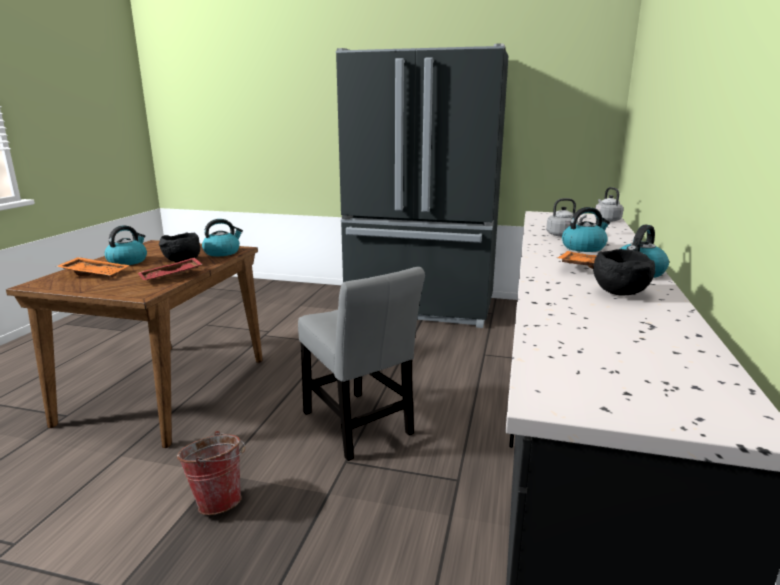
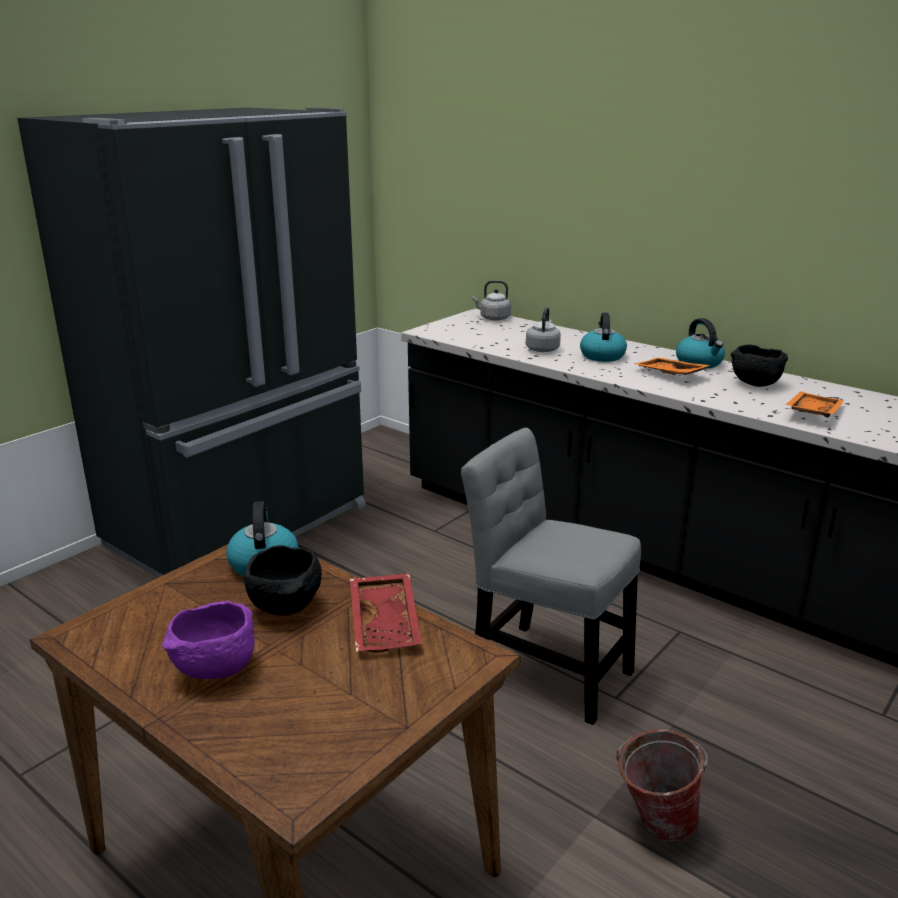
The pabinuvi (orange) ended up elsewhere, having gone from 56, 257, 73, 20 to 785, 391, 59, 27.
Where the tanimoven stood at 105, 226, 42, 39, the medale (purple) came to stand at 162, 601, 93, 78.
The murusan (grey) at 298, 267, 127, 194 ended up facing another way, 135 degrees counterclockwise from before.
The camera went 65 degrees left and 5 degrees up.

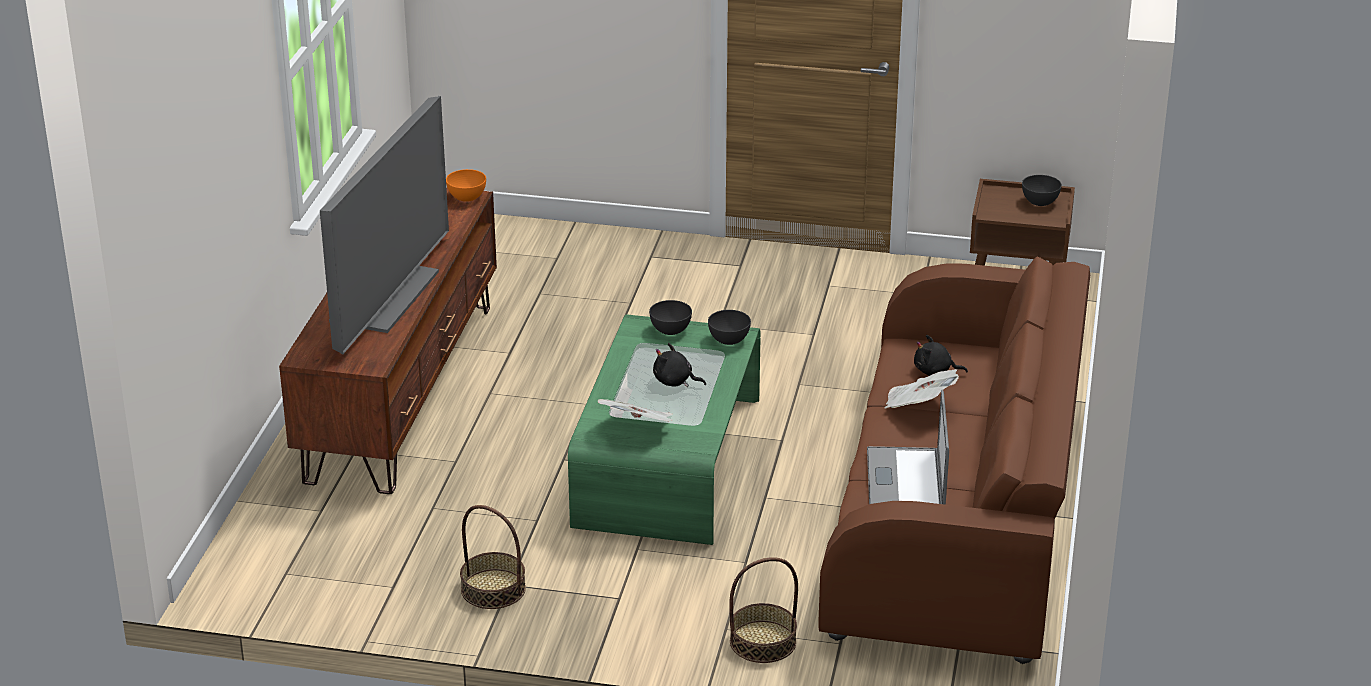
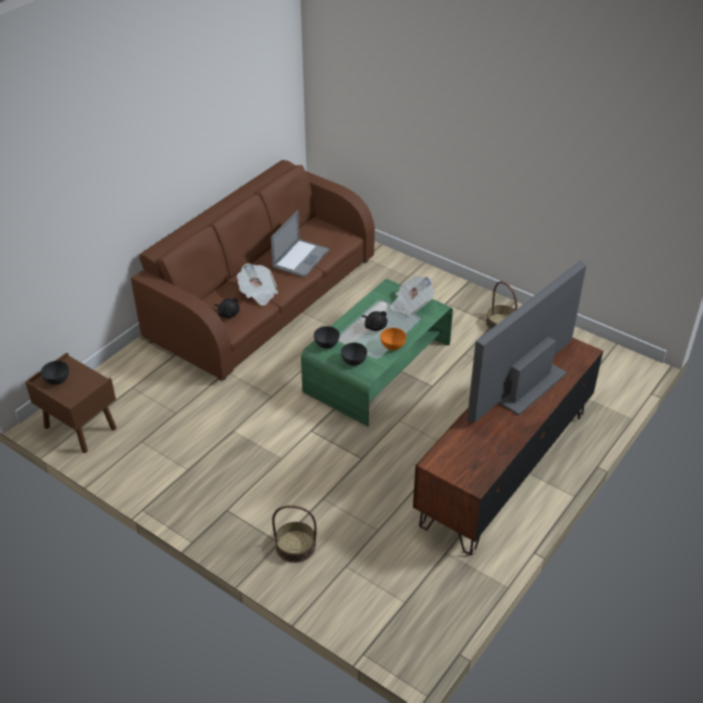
The medale (orange) ended up elsewhere, having gone from 446, 169, 40, 33 to 380, 328, 26, 22.
The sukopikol ended up elsewhere, having gone from 729, 557, 69, 106 to 272, 505, 45, 58.
The camera went 155 degrees left and 10 degrees up.

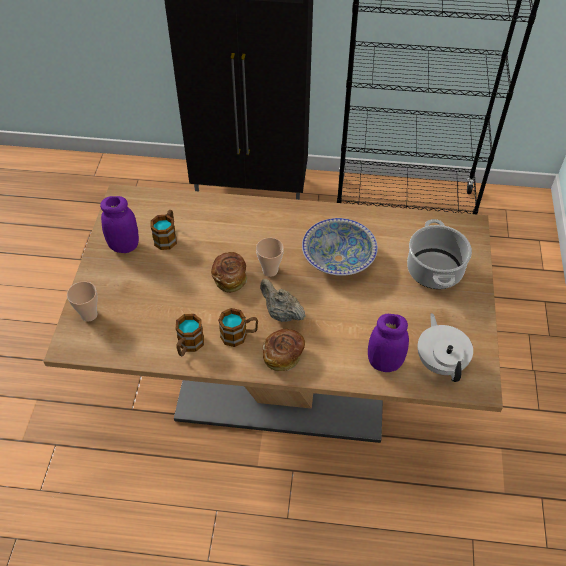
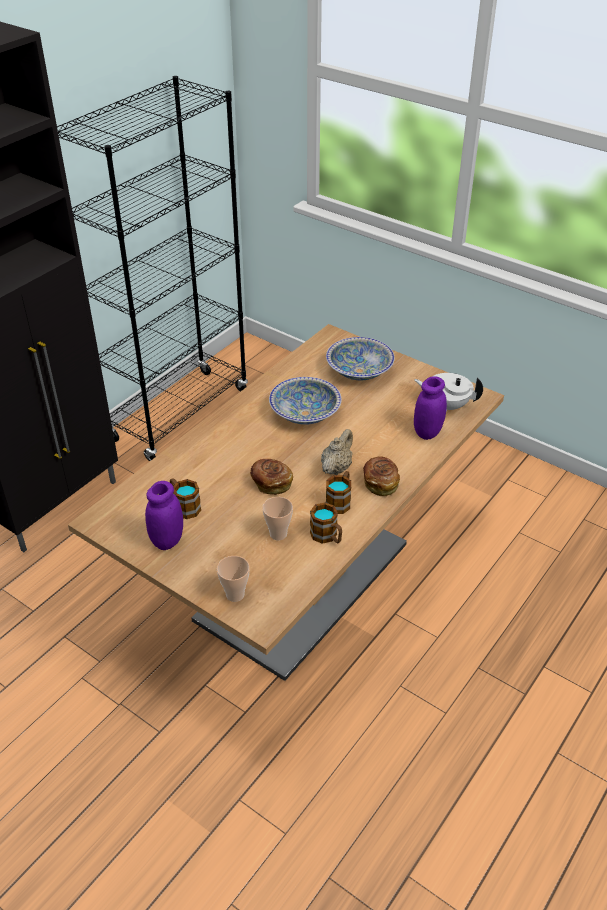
The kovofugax ended up elsewhere, having gone from 256, 238, 28, 39 to 262, 497, 31, 43.
The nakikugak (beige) at 260, 279, 46, 43 ended up facing another way, 135 degrees clockwise from before.
Where the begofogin stood at 407, 219, 65, 70, the medale came to stand at 326, 337, 69, 43.
The camera went 60 degrees left and 10 degrees down.

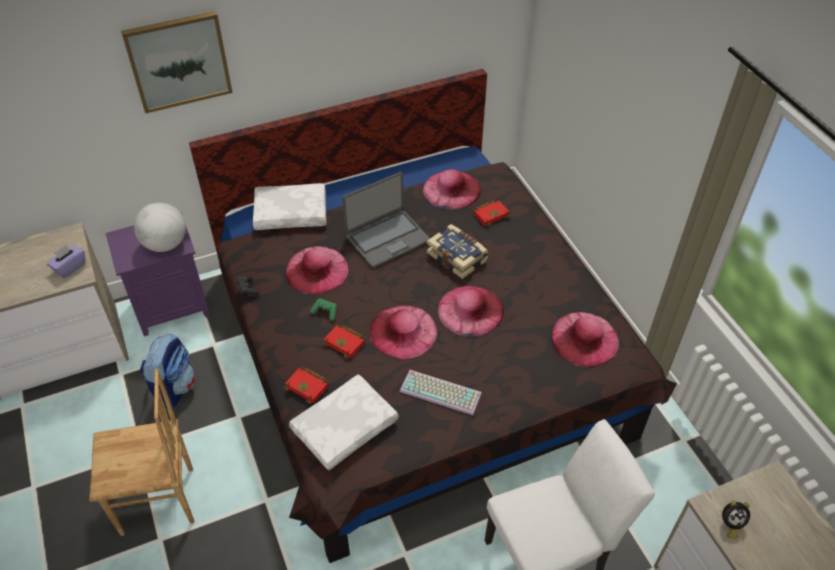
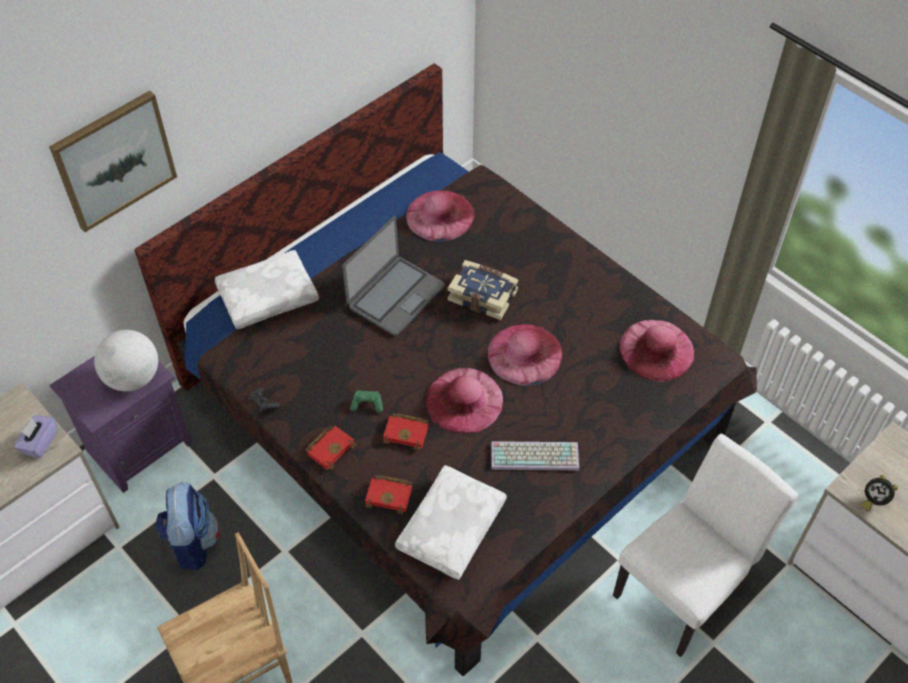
The second view lost the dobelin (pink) at 286, 246, 63, 48.
The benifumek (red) ended up elsewhere, having gone from 473, 200, 37, 26 to 305, 425, 51, 45.
The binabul at 722, 501, 28, 37 ended up facing another way, 60 degrees clockwise from before.
The camera went 20 degrees left and 5 degrees up.

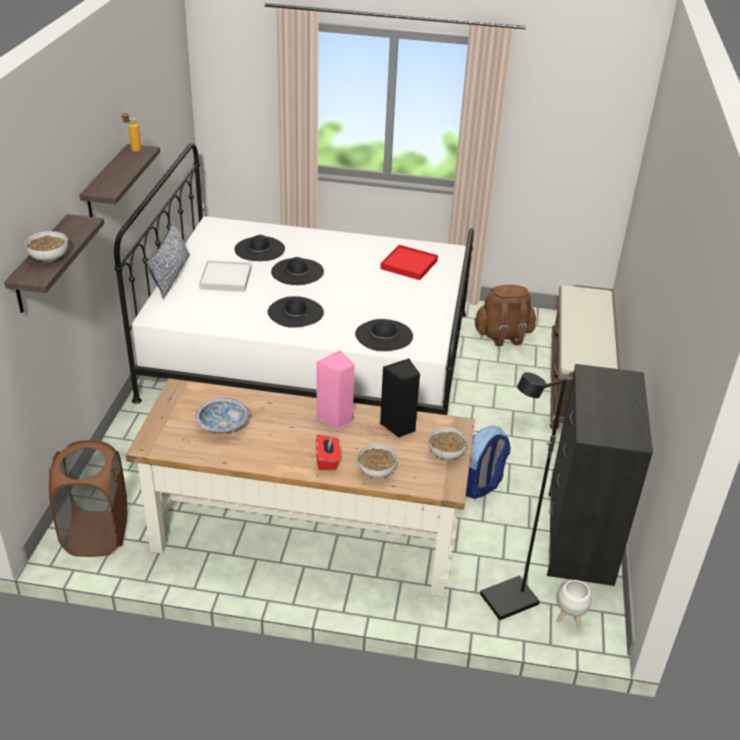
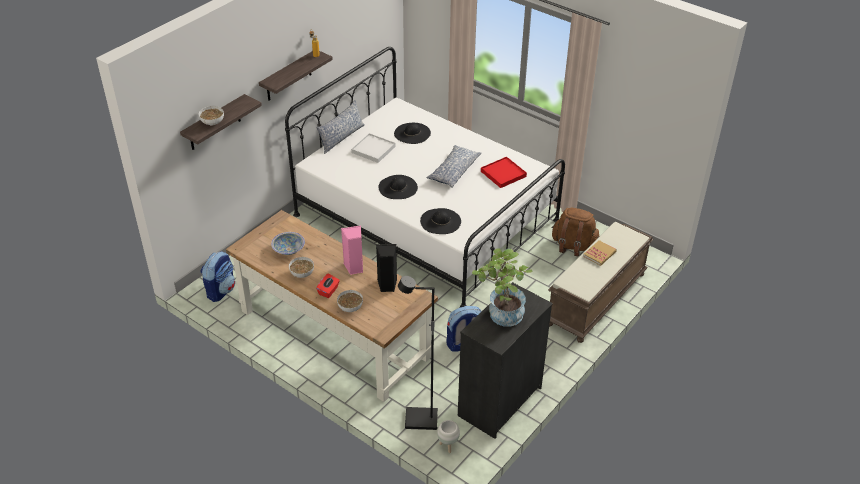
Where the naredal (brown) stood at 49, 440, 78, 117, the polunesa came to stand at 200, 251, 35, 51.
The second view lost the dobelin (black) at 271, 257, 53, 28.
The medale ended up elsewhere, having gone from 428, 427, 40, 33 to 289, 257, 25, 21.
The second view gained the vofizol at 426, 145, 55, 43.
The second view gained the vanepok at 472, 248, 61, 79.
The second view gained the benifumek at 583, 240, 34, 26.
The camera went 30 degrees right and 5 degrees up.

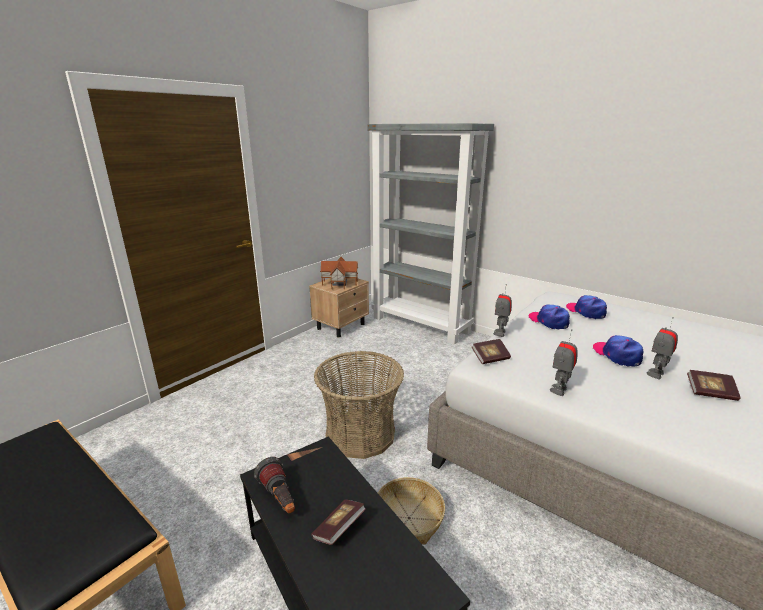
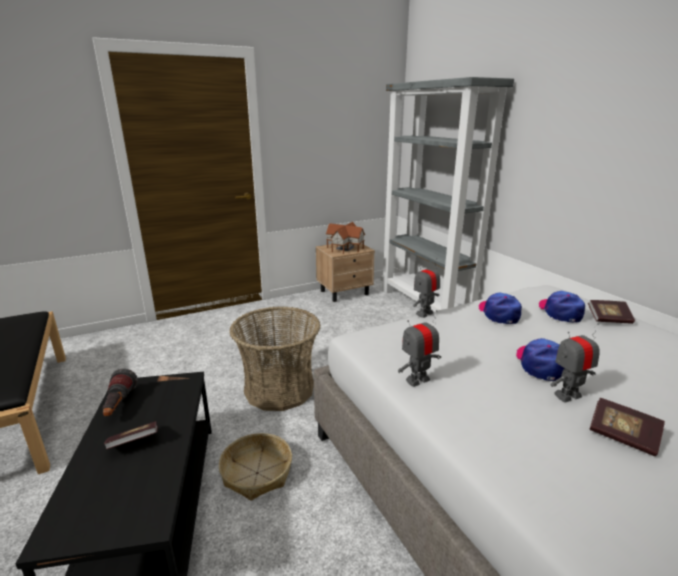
The benifumek ended up elsewhere, having gone from 472, 339, 39, 25 to 588, 300, 47, 24.
The camera went 25 degrees right and 0 degrees up.

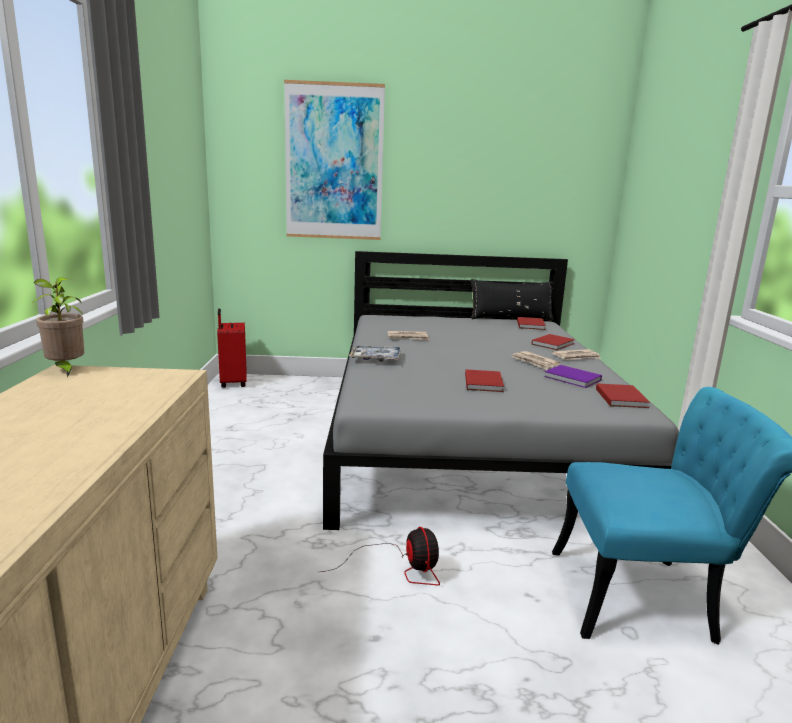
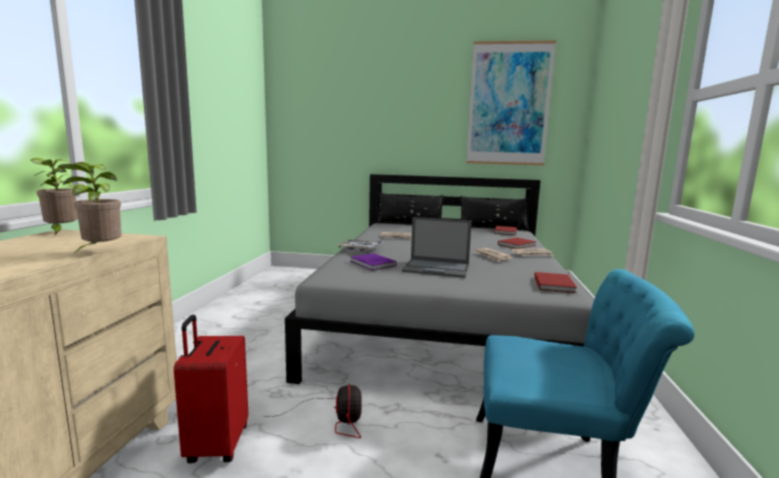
The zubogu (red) ended up elsewhere, having gone from 217, 309, 30, 79 to 174, 315, 74, 148.
The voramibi ended up elsewhere, having gone from 284, 80, 101, 160 to 466, 40, 90, 125.
Where the benifumek (red) stood at 465, 369, 39, 23, the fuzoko came to stand at 402, 217, 70, 61.
The benifumek (purple) ended up elsewhere, having gone from 544, 365, 58, 23 to 350, 253, 46, 17.
The second view gained the vanepok at 57, 162, 64, 89.
The second view gained the vofizol (black) at 377, 193, 67, 30.
The camera went 10 degrees right and 5 degrees down.

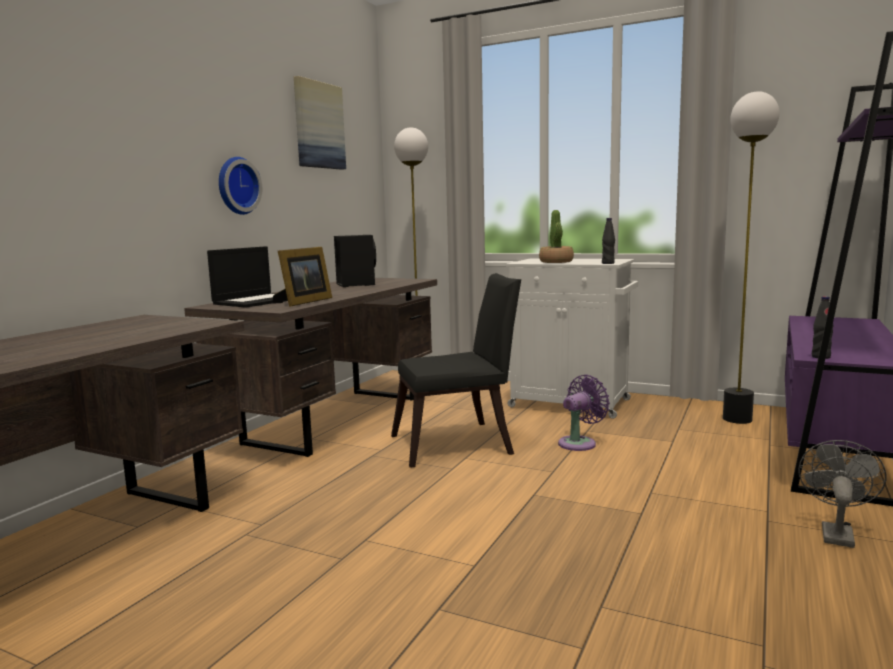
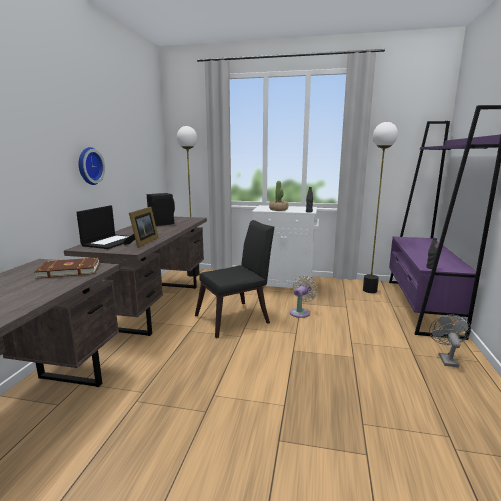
The second view lost the voramibi at 294, 76, 52, 94.
What was the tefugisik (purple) at 558, 374, 52, 77 turned into the tefugisik (beige) at 290, 275, 28, 43.
The second view gained the benifumek (brown) at 34, 258, 66, 21.
The camera went 15 degrees left and 5 degrees up.

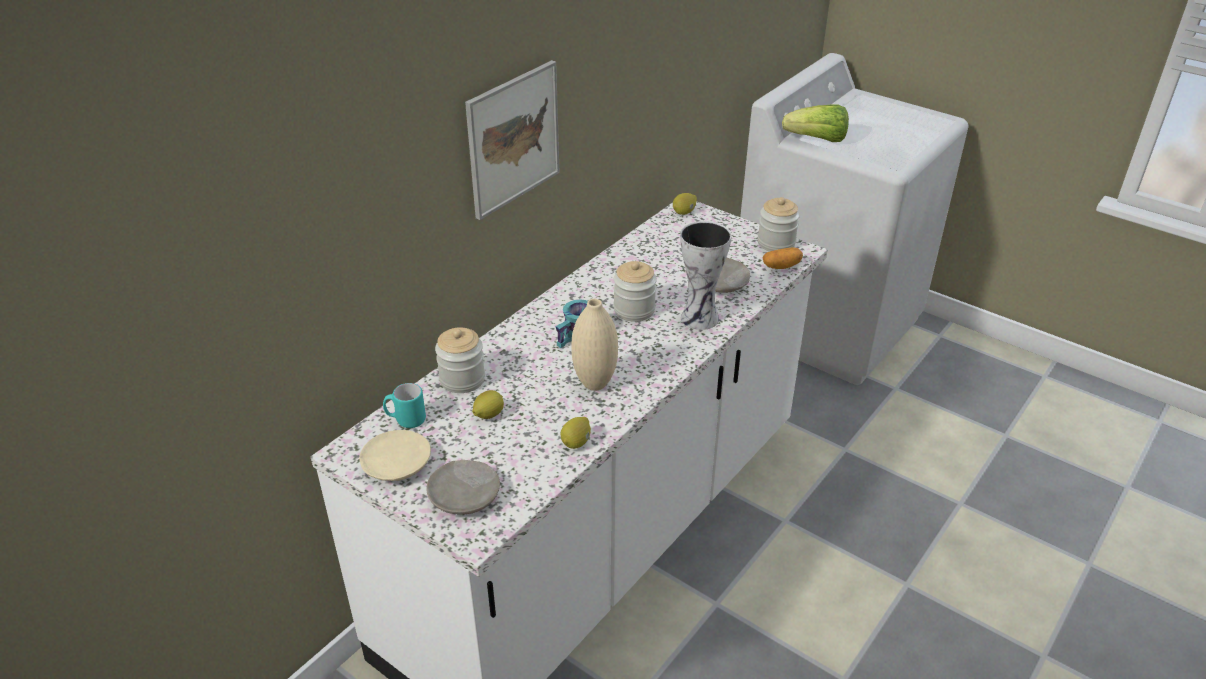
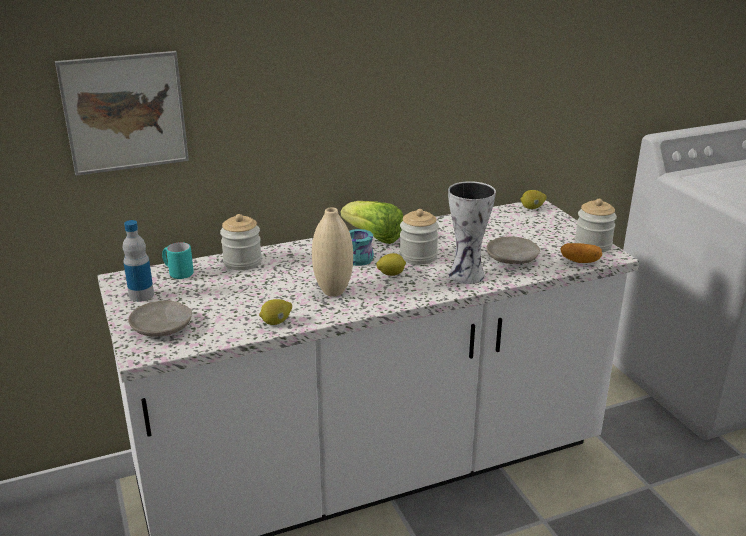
Where the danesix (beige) stood at 359, 430, 72, 51, the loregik came to stand at 123, 220, 31, 82.
The voramibi ended up elsewhere, having gone from 465, 60, 95, 160 to 55, 51, 134, 125.
The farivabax ended up elsewhere, having gone from 472, 390, 32, 29 to 376, 253, 30, 23.
The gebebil ended up elsewhere, having gone from 782, 104, 67, 38 to 341, 201, 62, 43.
The camera went 30 degrees right and 10 degrees down.

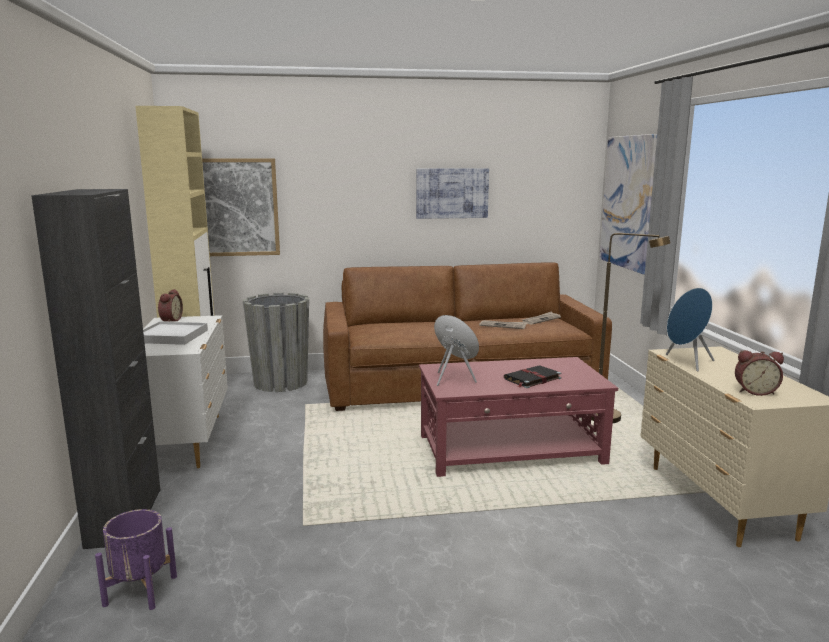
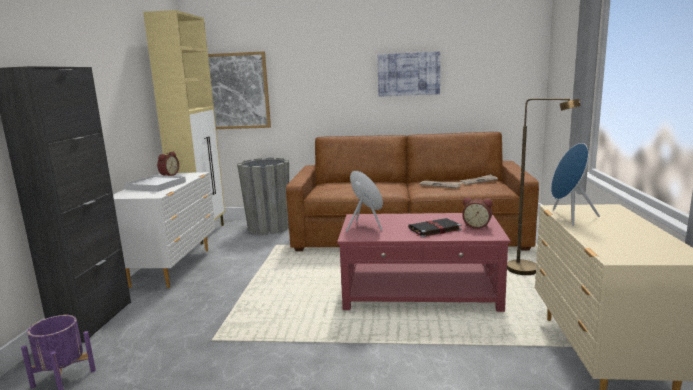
The second view lost the voramibi at 599, 134, 58, 140.
The binabul ended up elsewhere, having gone from 735, 350, 49, 46 to 462, 197, 31, 32.
The camera went 15 degrees right and 0 degrees up.

